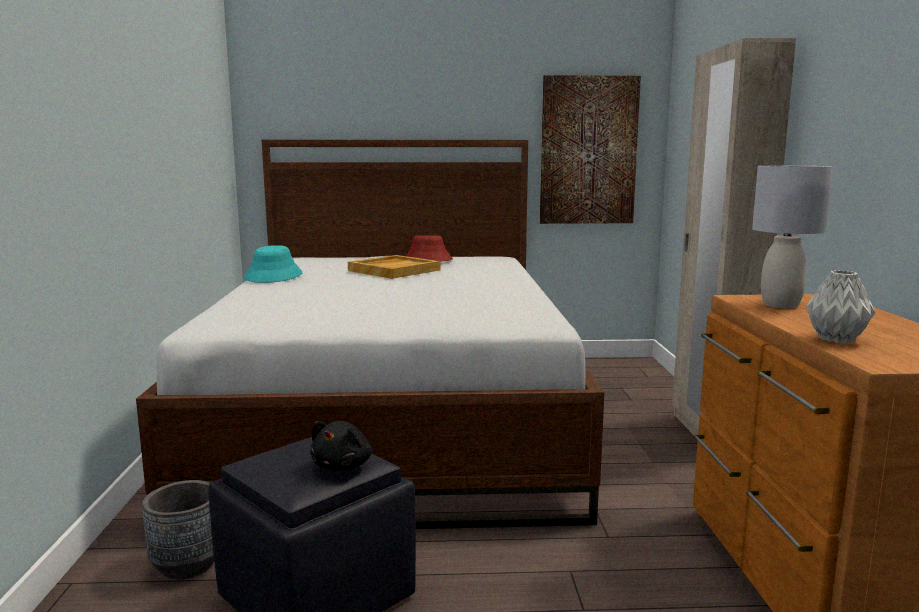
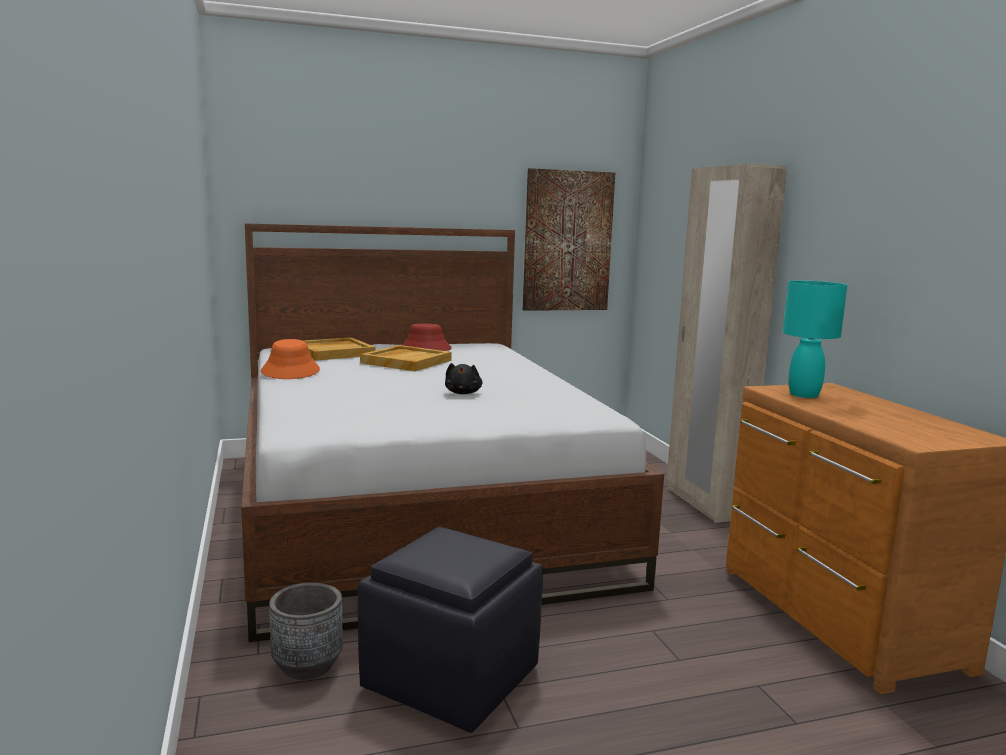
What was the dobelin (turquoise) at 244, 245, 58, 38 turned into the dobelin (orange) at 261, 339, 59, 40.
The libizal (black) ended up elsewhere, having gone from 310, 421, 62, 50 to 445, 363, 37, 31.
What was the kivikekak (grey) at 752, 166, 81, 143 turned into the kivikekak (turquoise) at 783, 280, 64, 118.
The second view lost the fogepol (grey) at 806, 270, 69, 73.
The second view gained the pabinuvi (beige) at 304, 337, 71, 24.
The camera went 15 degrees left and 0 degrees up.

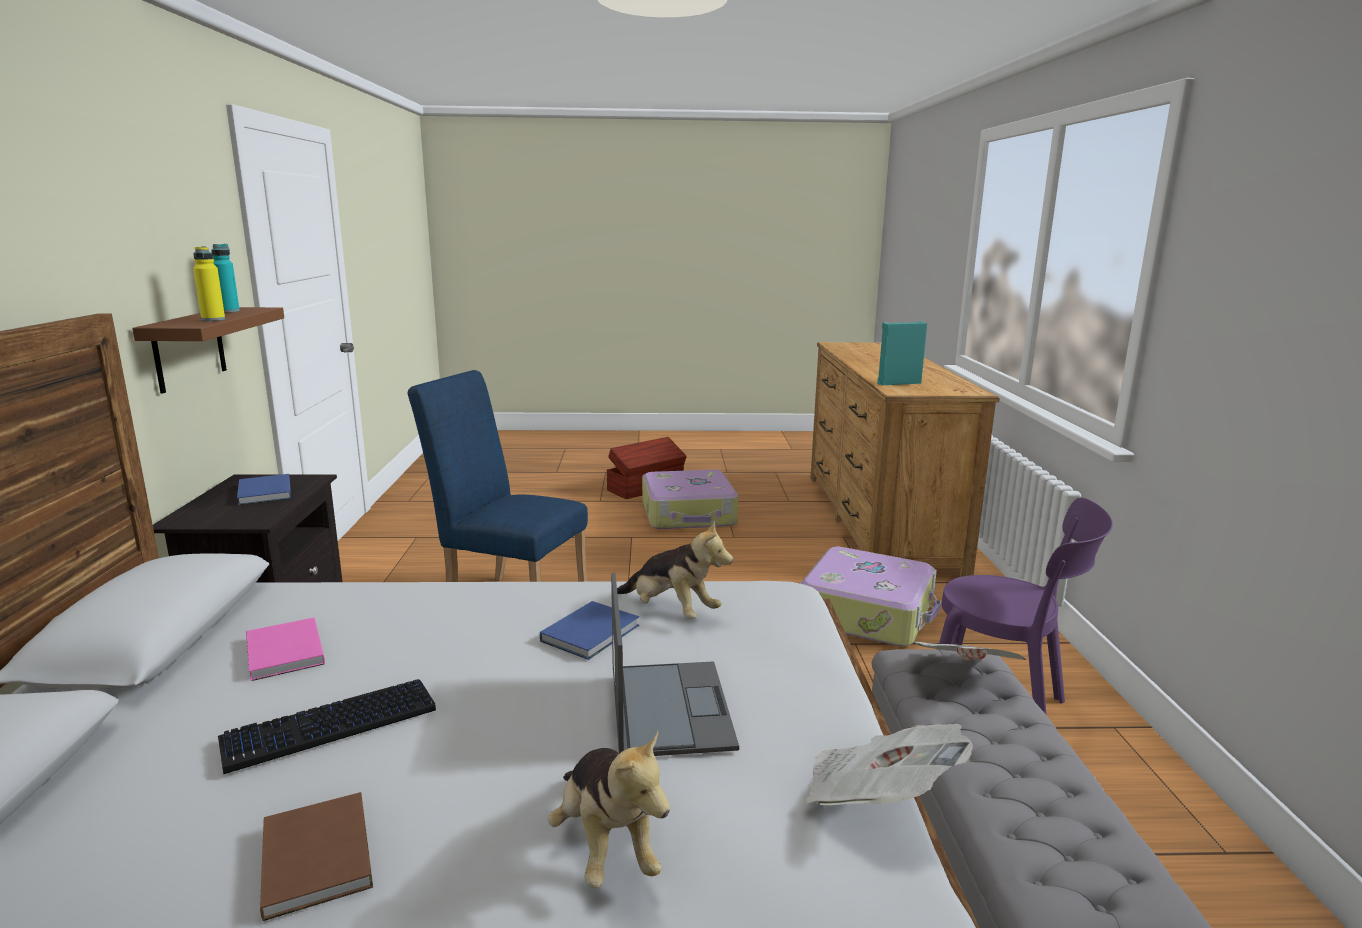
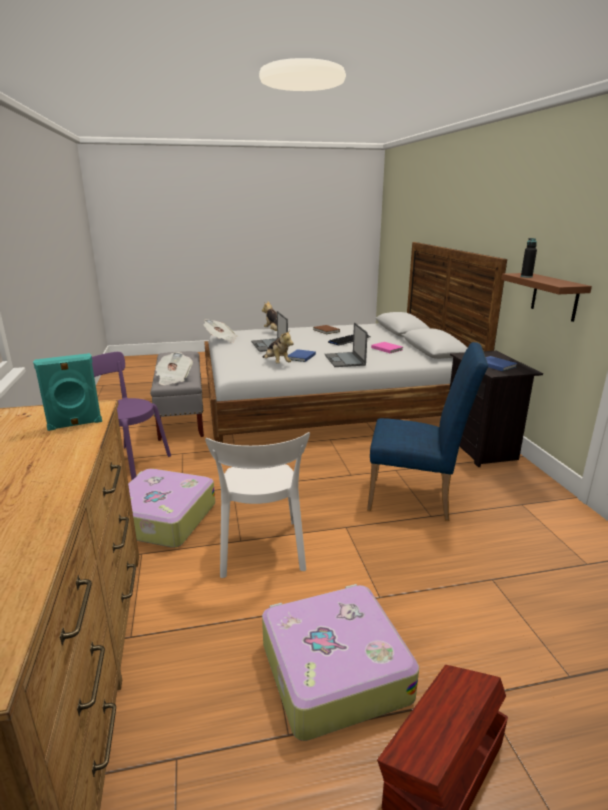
What was the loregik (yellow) at 193, 247, 32, 74 turned into the loregik (black) at 521, 238, 16, 40.
The second view lost the loregik (turquoise) at 211, 244, 29, 69.
The libizal at 617, 520, 116, 99 ended up facing another way, 150 degrees counterclockwise from before.
The second view gained the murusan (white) at 205, 432, 105, 146.
The second view gained the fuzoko at 325, 322, 43, 45.
The camera went 170 degrees right and 5 degrees up.

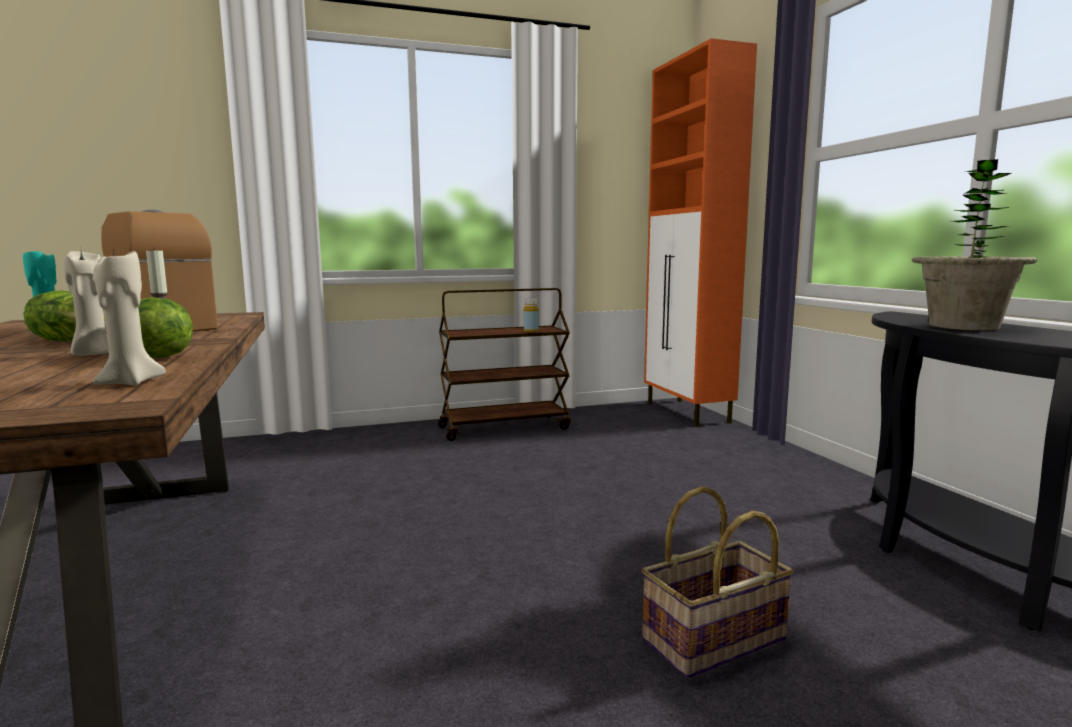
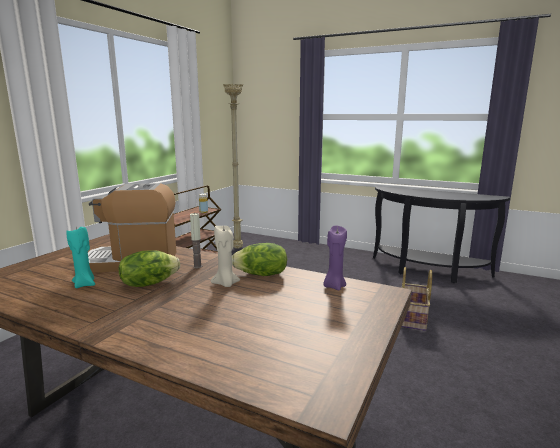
What was the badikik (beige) at 93, 248, 73, 138 turned into the badikik (purple) at 323, 226, 24, 65.
The second view lost the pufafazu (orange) at 644, 38, 113, 389.
The second view lost the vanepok at 912, 159, 125, 171.
The second view gained the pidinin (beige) at 223, 84, 20, 165.
The camera went 45 degrees left and 5 degrees up.

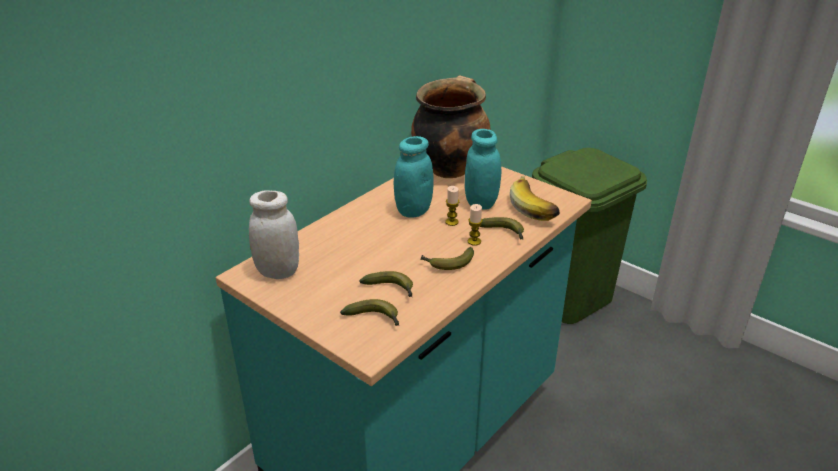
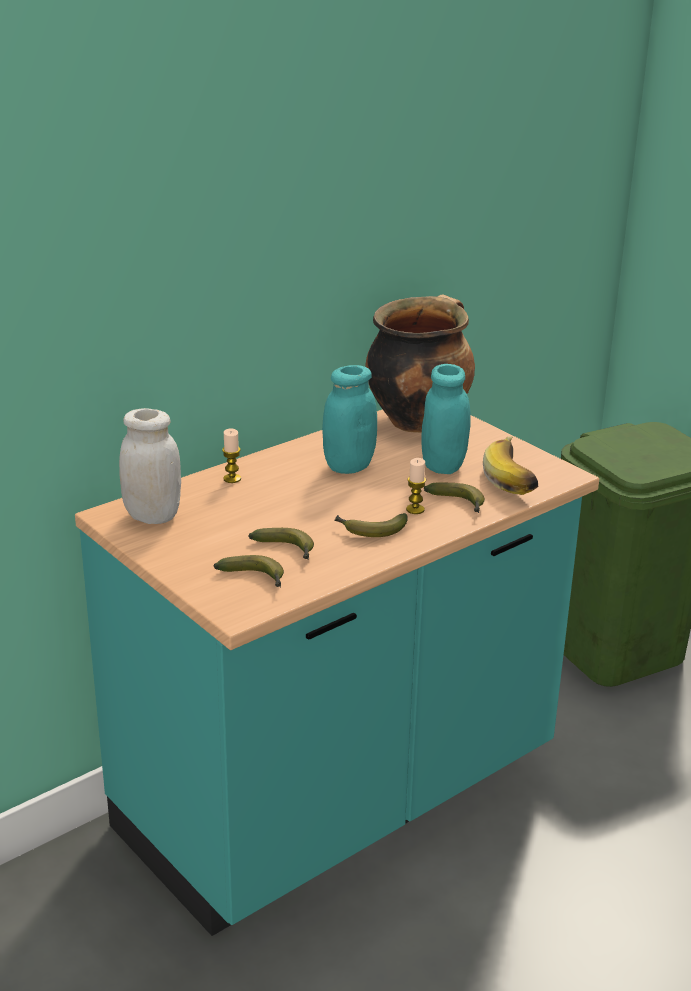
The badikik ended up elsewhere, having gone from 445, 186, 14, 40 to 222, 428, 19, 55.
The camera went 10 degrees right and 5 degrees down.

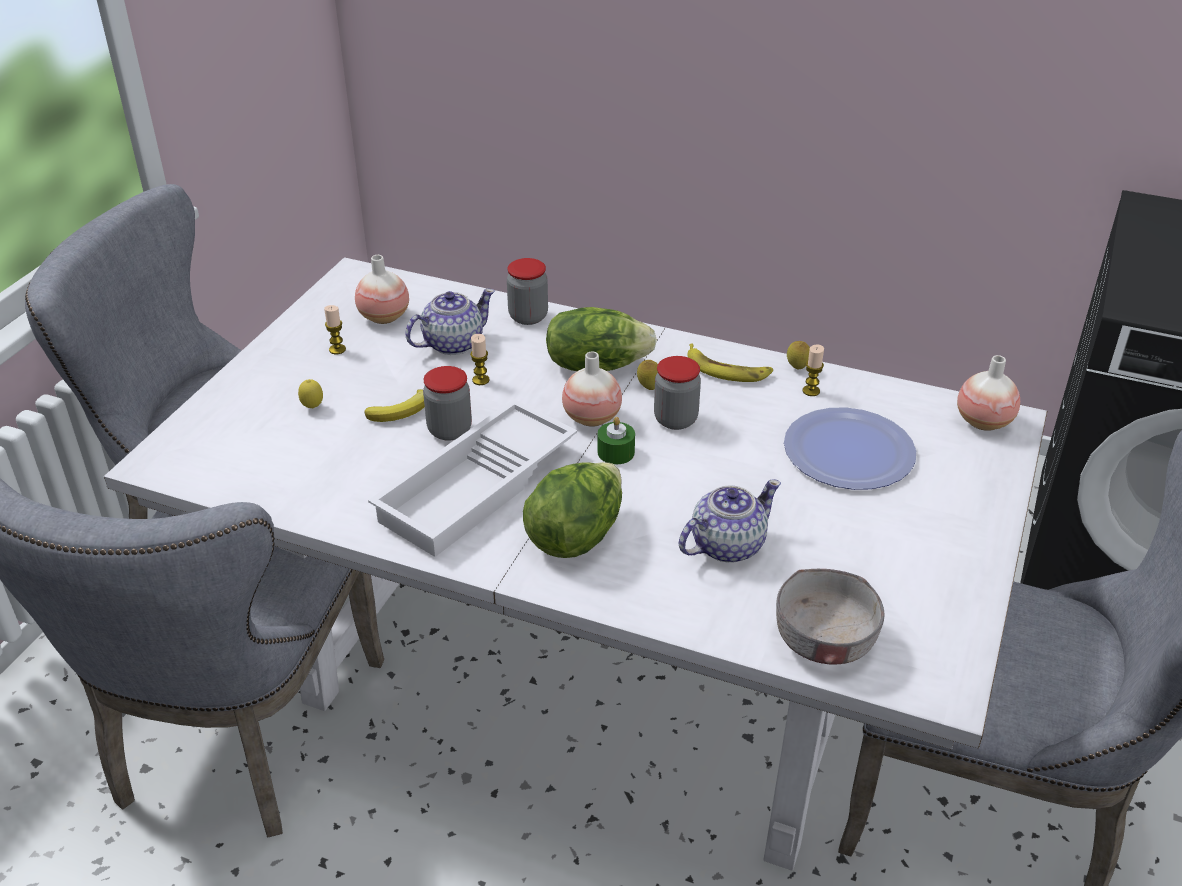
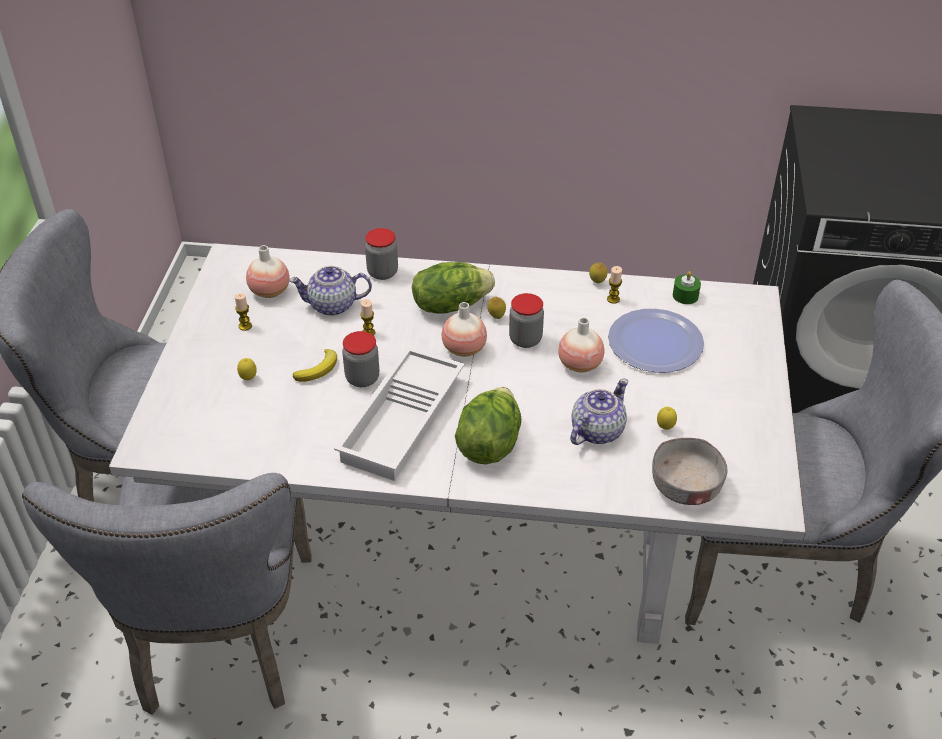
The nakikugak at 405, 289, 90, 66 ended up facing another way, 135 degrees counterclockwise from before.
The badikik (green) ended up elsewhere, having gone from 597, 417, 38, 48 to 673, 271, 28, 33.
The second view lost the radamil at 687, 344, 86, 38.
The fogepol ended up elsewhere, having gone from 957, 355, 63, 76 to 558, 317, 46, 55.
The second view gained the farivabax at 657, 407, 20, 23.
The camera went 15 degrees left and 5 degrees up.

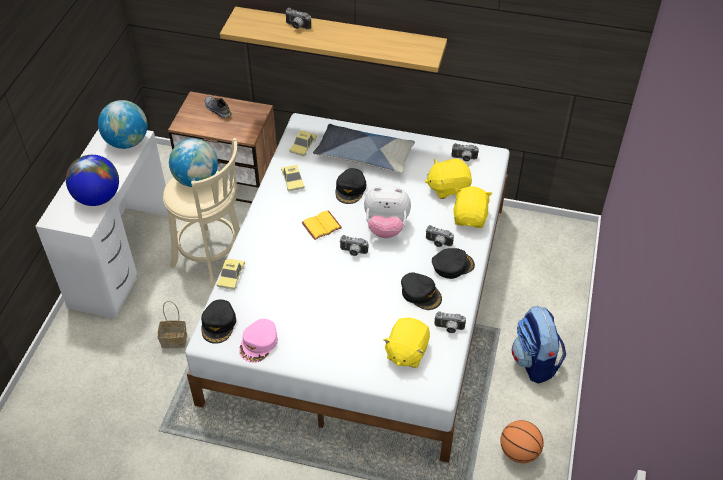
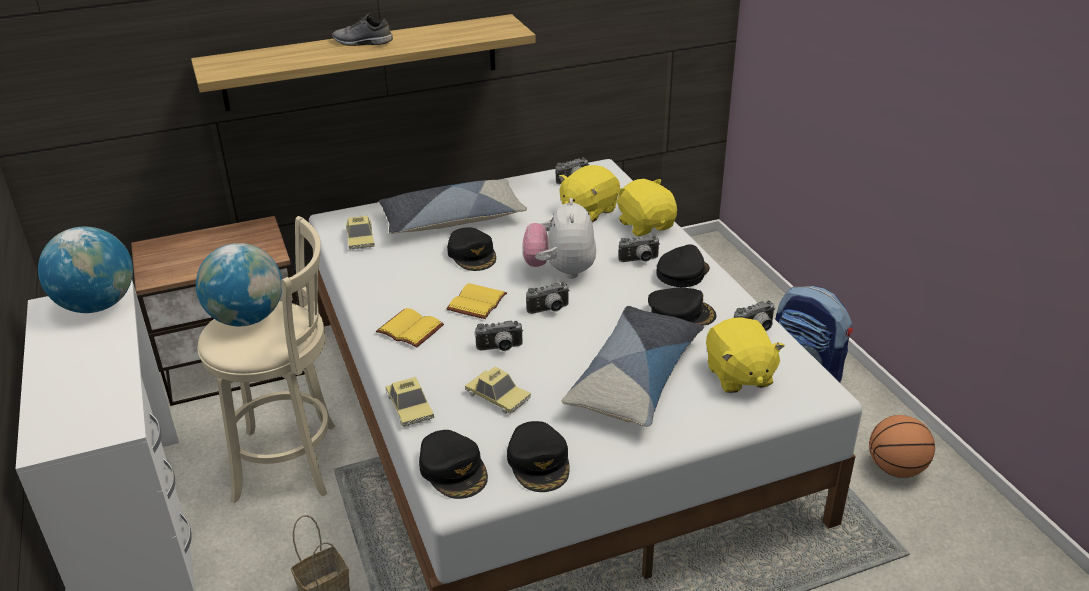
The second view lost the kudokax at 66, 155, 53, 51.
The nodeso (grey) ended up elsewhere, having gone from 204, 96, 27, 22 to 332, 14, 61, 32.
What was the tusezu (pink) at 239, 319, 39, 44 turned into the tusezu (black) at 507, 421, 63, 71.
The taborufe ended up elsewhere, having gone from 281, 165, 24, 26 to 465, 366, 66, 48.
The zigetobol ended up elsewhere, having gone from 285, 8, 26, 22 to 475, 321, 48, 30.
The libizal at 364, 184, 47, 54 ended up facing another way, 120 degrees clockwise from before.
The second view gained the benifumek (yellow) at 376, 308, 68, 40.
The second view gained the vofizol at 562, 306, 142, 121.
The camera went 35 degrees left and 15 degrees down.

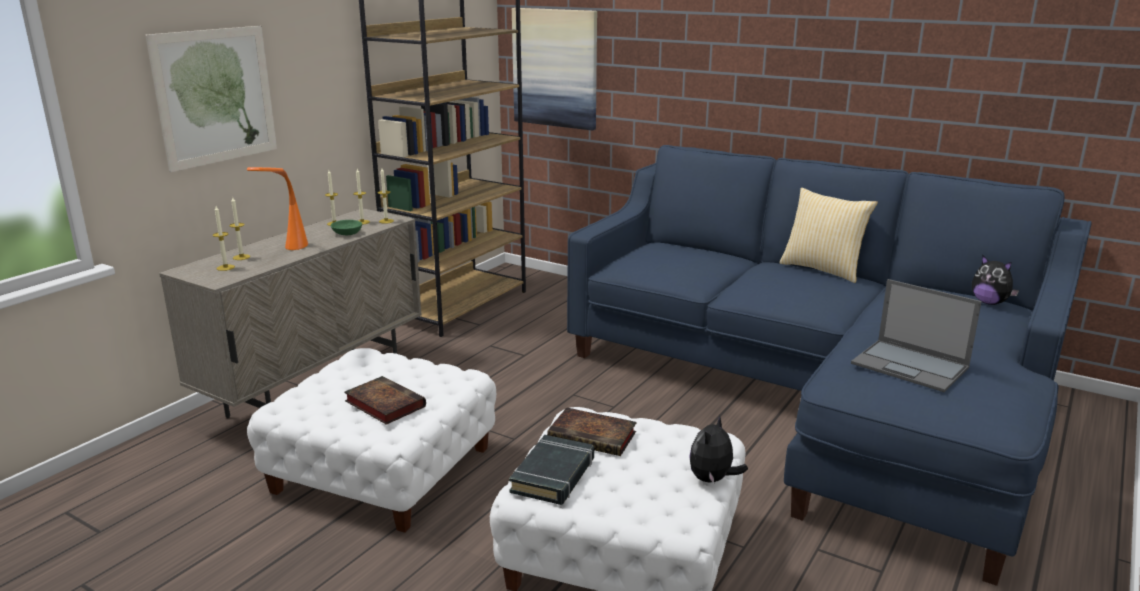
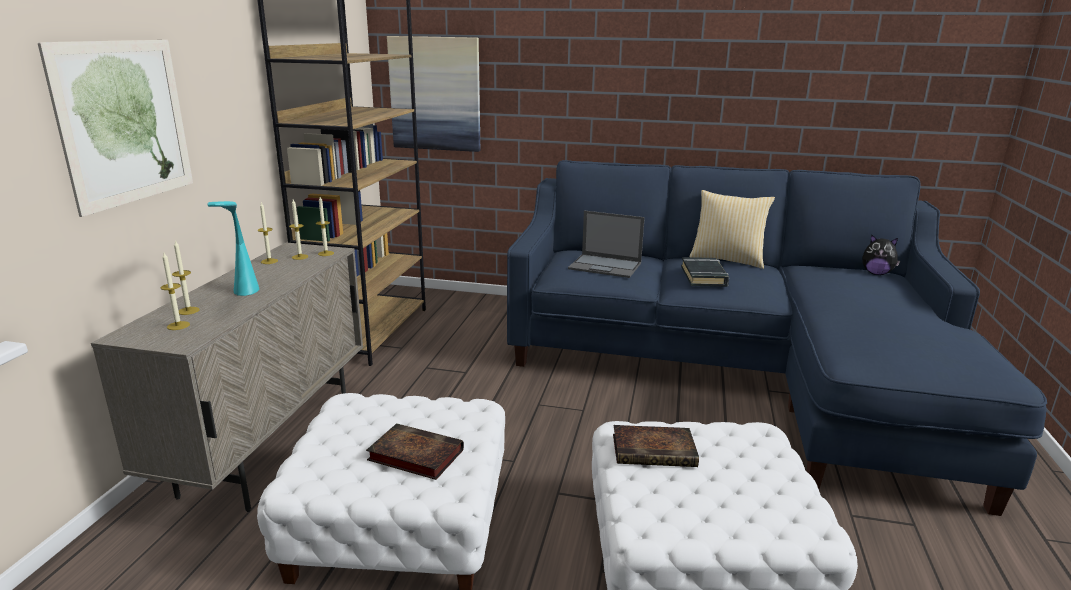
What was the kivikekak (orange) at 247, 167, 61, 83 turned into the kivikekak (turquoise) at 207, 201, 52, 95.
The second view lost the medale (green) at 331, 220, 31, 15.
The benifumek (black) ended up elsewhere, having gone from 509, 435, 85, 70 to 681, 257, 48, 30.
The second view lost the libizal at 689, 414, 59, 69.
The fuzoko ended up elsewhere, having gone from 851, 279, 131, 113 to 568, 210, 77, 68.
The camera went 20 degrees left and 0 degrees up.

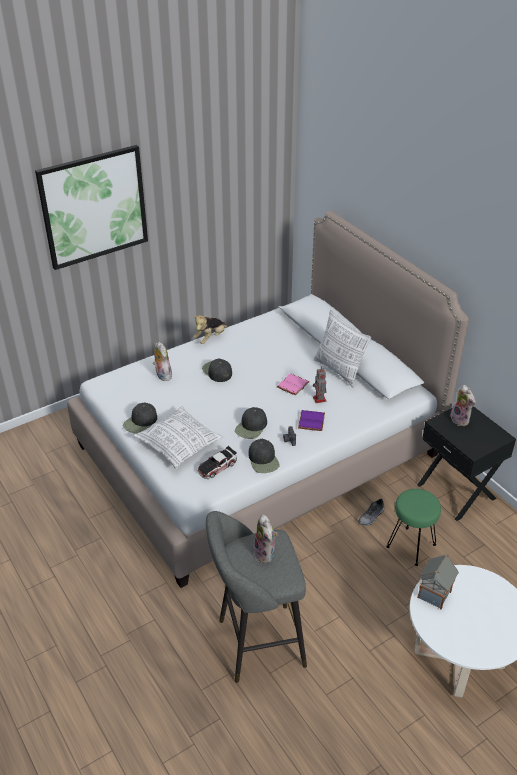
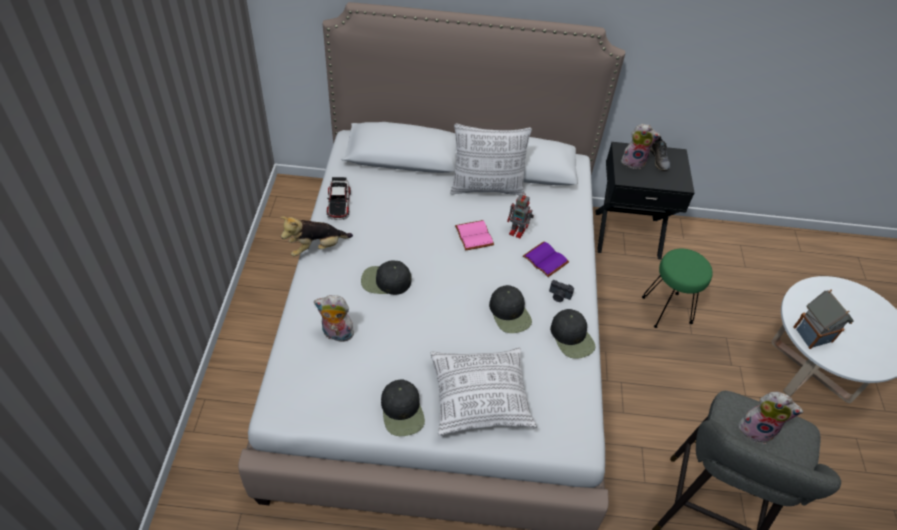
The second view lost the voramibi at 35, 145, 113, 125.
The libizal at 193, 315, 35, 29 ended up facing another way, 75 degrees clockwise from before.
The taborufe ended up elsewhere, having gone from 198, 446, 39, 33 to 327, 177, 24, 43.
The tusezu (black) at 248, 439, 31, 34 ended up facing another way, 45 degrees clockwise from before.
The nodeso (grey) ended up elsewhere, having gone from 358, 499, 26, 27 to 650, 136, 20, 35.
The camera went 55 degrees left and 10 degrees up.

